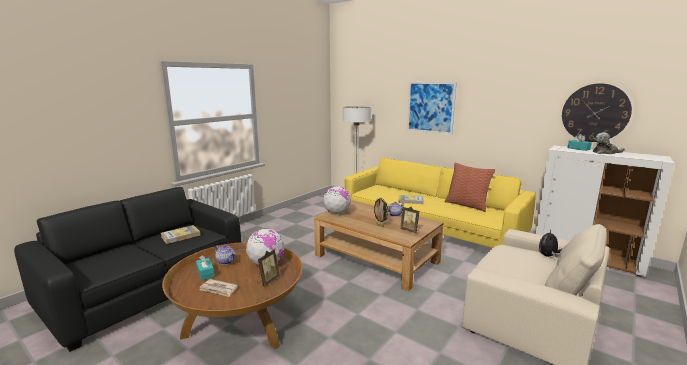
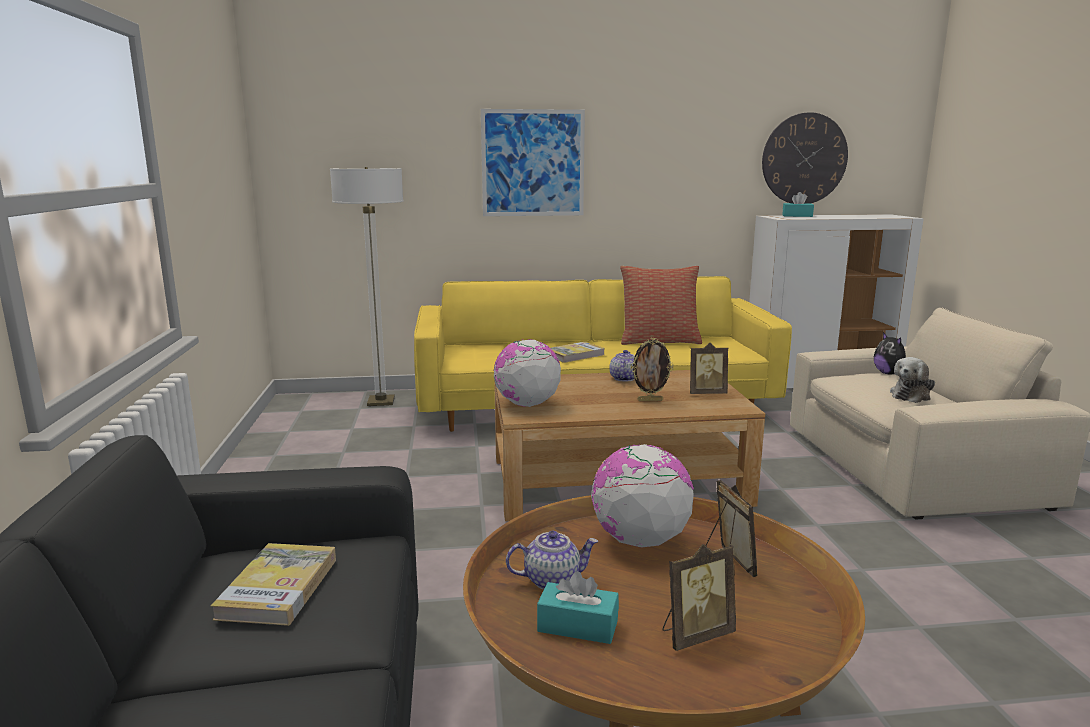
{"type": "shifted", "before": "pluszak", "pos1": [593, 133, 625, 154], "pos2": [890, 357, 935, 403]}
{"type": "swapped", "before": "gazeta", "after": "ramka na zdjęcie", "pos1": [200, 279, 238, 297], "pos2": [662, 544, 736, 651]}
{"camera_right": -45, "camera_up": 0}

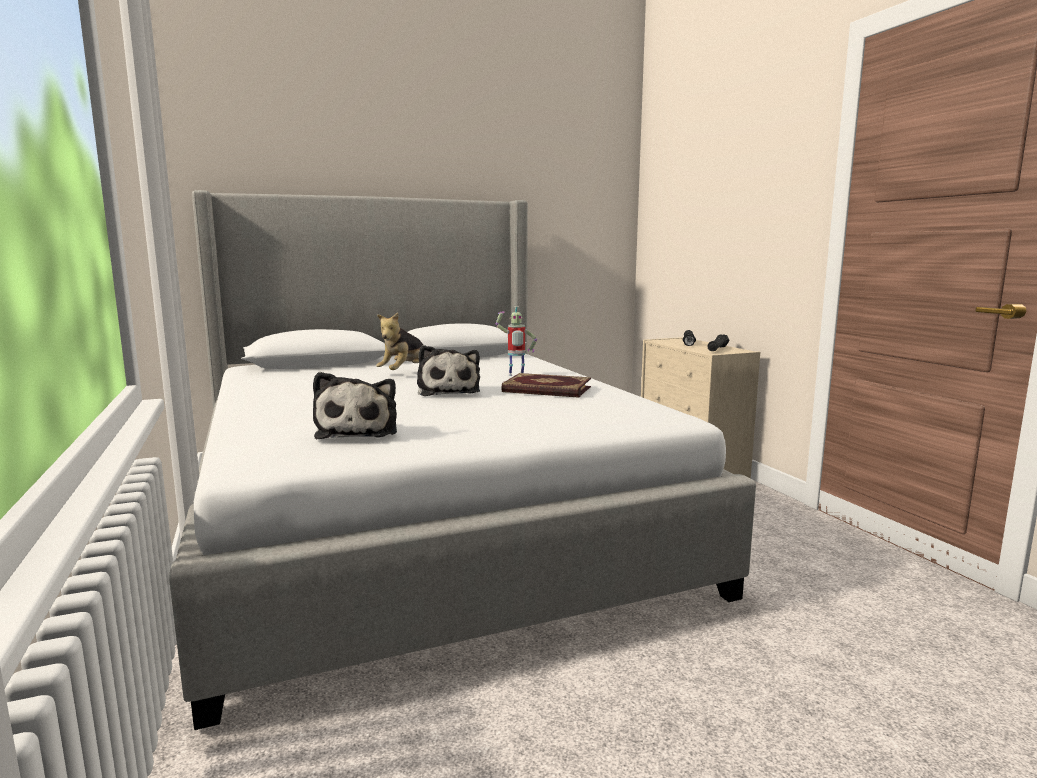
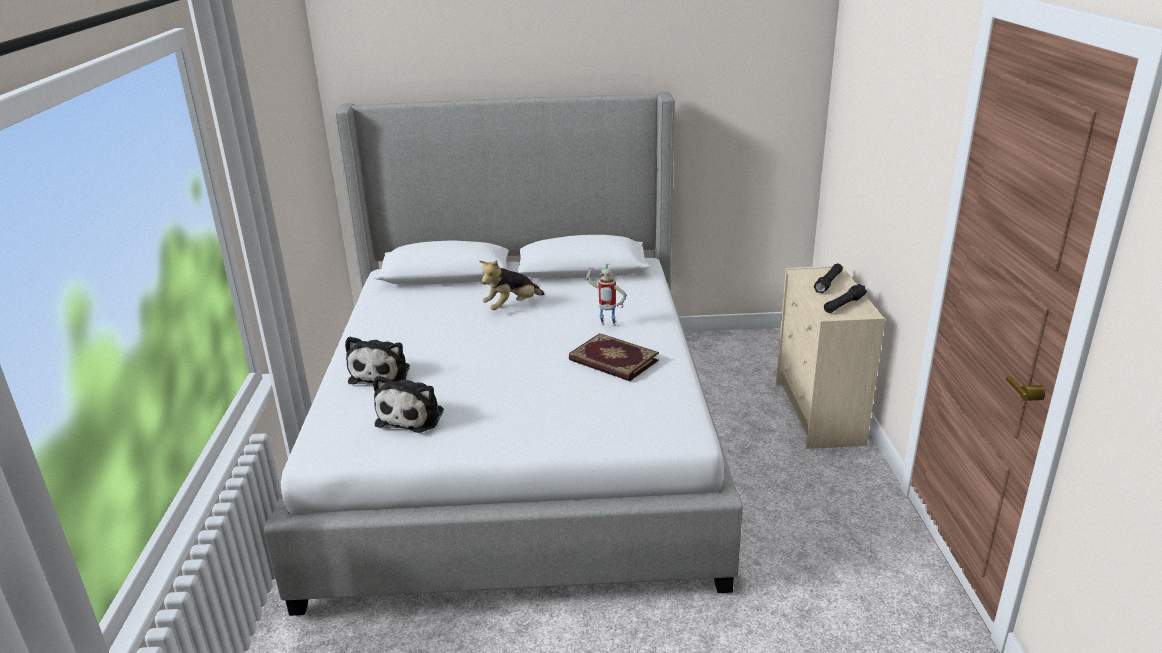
{"type": "shifted", "before": "pluszak", "pos1": [417, 345, 480, 396], "pos2": [345, 336, 410, 384]}
{"camera_right": 20, "camera_up": 15}

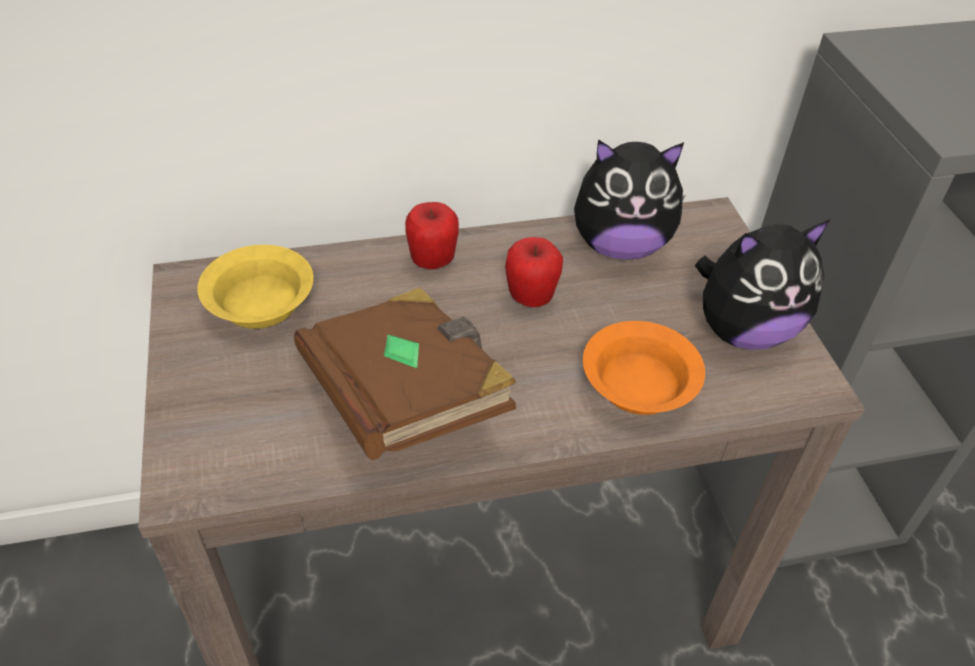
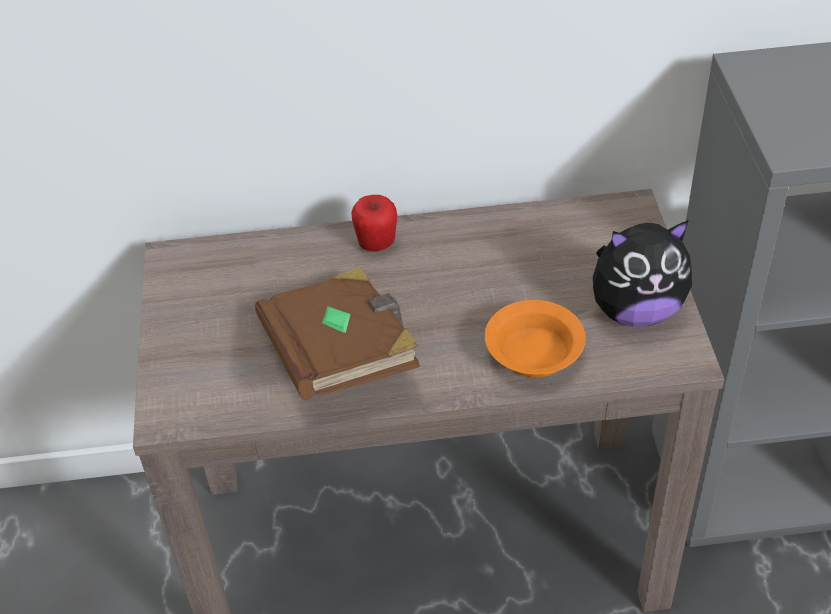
{"type": "gone", "before": "miska/żółty", "pos1": [197, 245, 314, 329]}
{"type": "gone", "before": "jabłko", "pos1": [505, 237, 563, 307]}
{"type": "gone", "before": "pluszak", "pos1": [574, 139, 685, 260]}
{"camera_right": 10, "camera_up": 0}

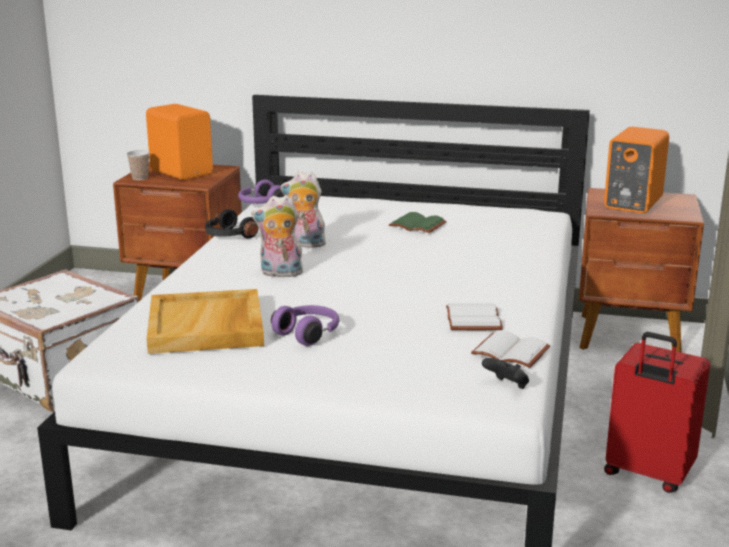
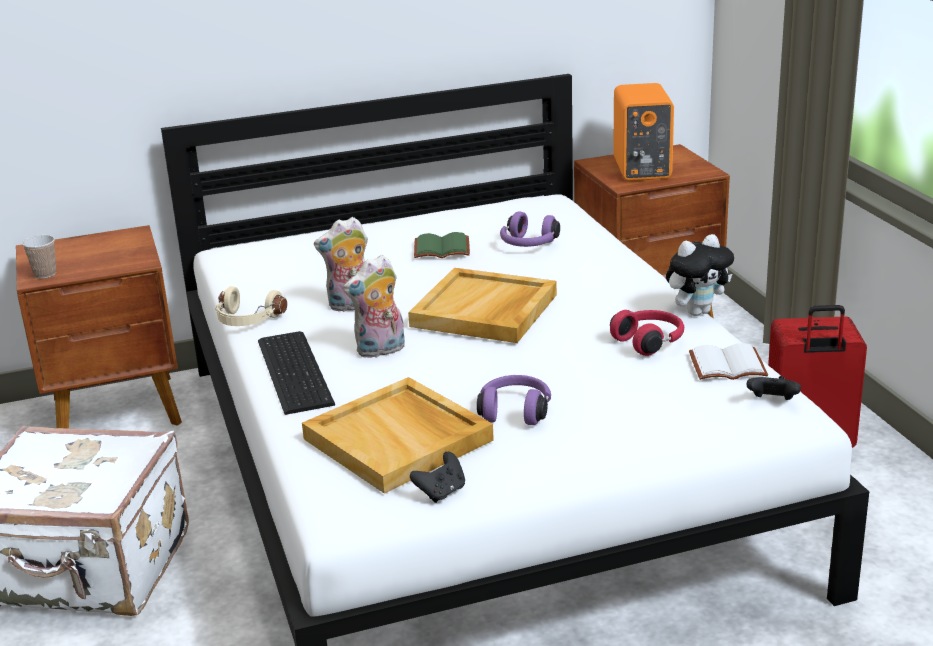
{"type": "gone", "before": "głośnik/pomarańczowy", "pos1": [146, 104, 213, 180]}
{"type": "new", "after": "klawiatura", "pos2": [258, 331, 335, 415]}
{"type": "new", "after": "taca/beżowy", "pos2": [408, 268, 557, 343]}
{"type": "new", "after": "pad do gier/czarny", "pos2": [410, 452, 465, 503]}
{"type": "new", "after": "pluszak", "pos2": [666, 234, 734, 316]}
{"type": "shifted", "before": "słuchawki/fioletowy", "pos1": [238, 180, 284, 204], "pos2": [500, 212, 560, 247]}
{"type": "swapped", "before": "książka/biały", "after": "słuchawki/czerwony", "pos1": [446, 304, 503, 330], "pos2": [610, 310, 684, 356]}
{"type": "repainted", "before": "słuchawki/czarny", "after": "słuchawki/beżowy", "pos1": [205, 209, 259, 238], "pos2": [215, 286, 287, 326]}
{"camera_right": -30, "camera_up": 5}

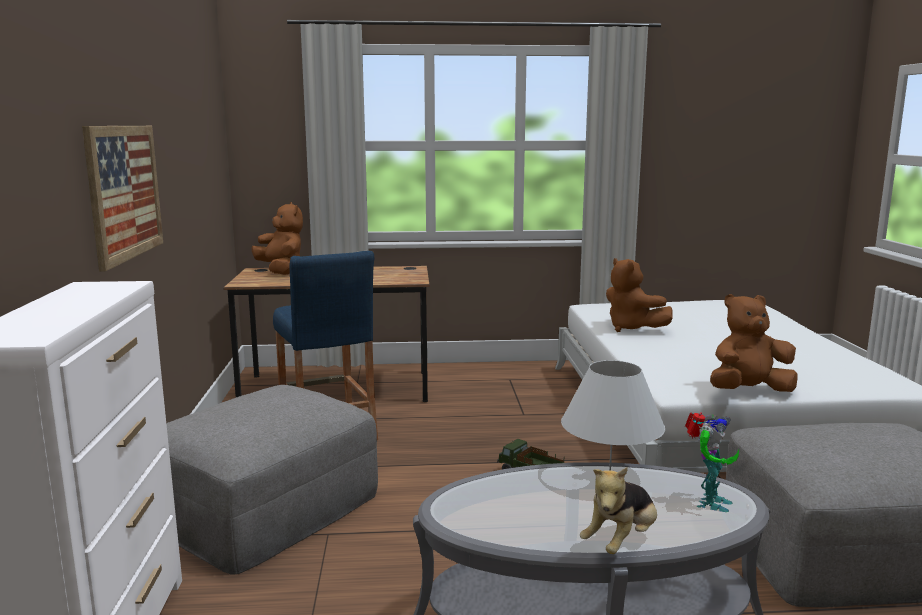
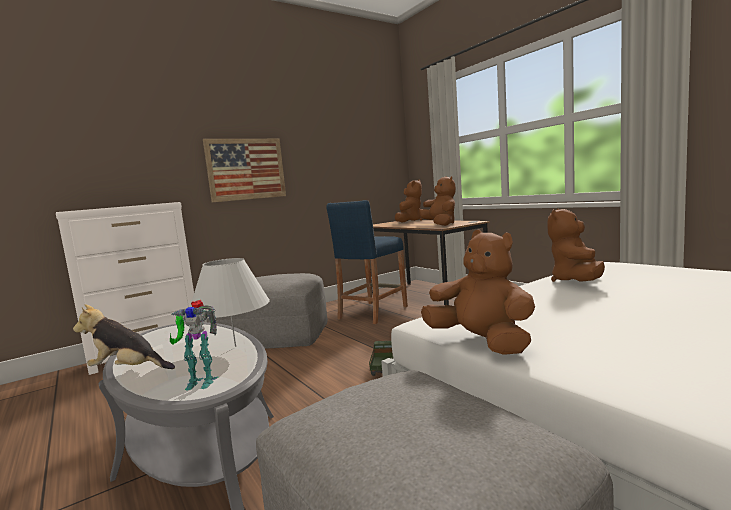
{"type": "new", "after": "pluszak/brązowy", "pos2": [419, 176, 456, 226]}
{"camera_right": 60, "camera_up": -5}

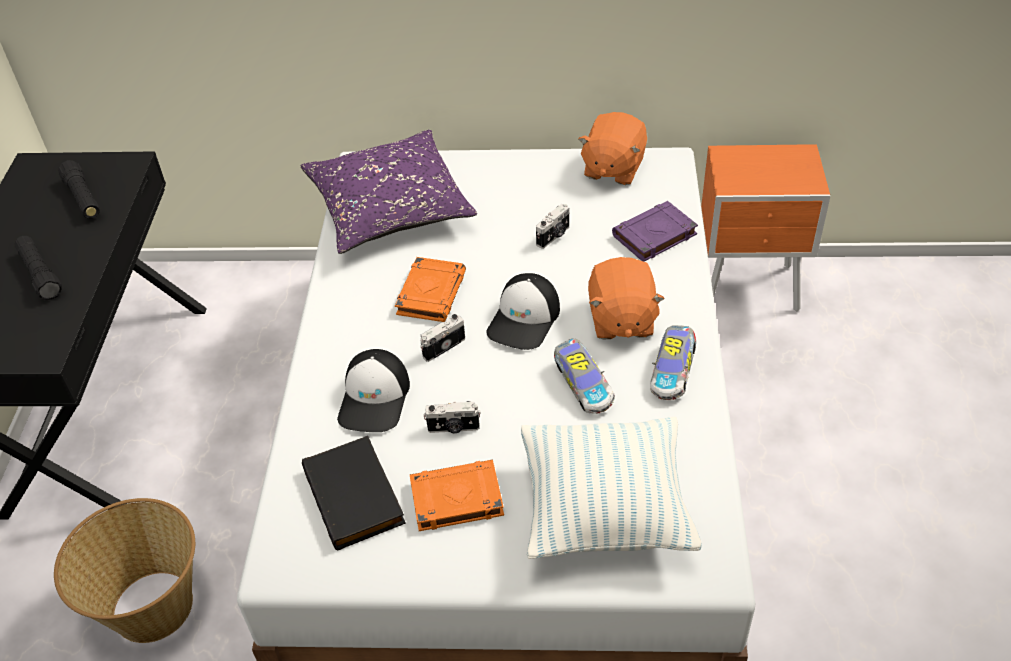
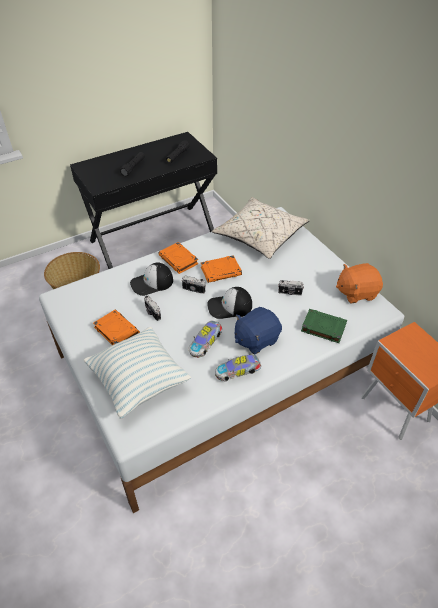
{"type": "gone", "before": "książka/czarny", "pos1": [302, 436, 406, 551]}
{"type": "new", "after": "książka/pomarańczowy", "pos2": [158, 242, 199, 274]}
{"type": "repainted", "before": "poduszka/fioletowy", "after": "poduszka/beżowy", "pos1": [300, 129, 477, 254], "pos2": [212, 197, 310, 259]}
{"type": "repainted", "before": "pluszak/pomarańczowy", "after": "pluszak/niebieski", "pos1": [588, 257, 665, 340], "pos2": [235, 307, 282, 354]}
{"type": "repainted", "before": "książka/fioletowy", "after": "książka/zielony", "pos1": [612, 201, 698, 262], "pos2": [301, 309, 347, 343]}
{"camera_right": 55, "camera_up": 0}

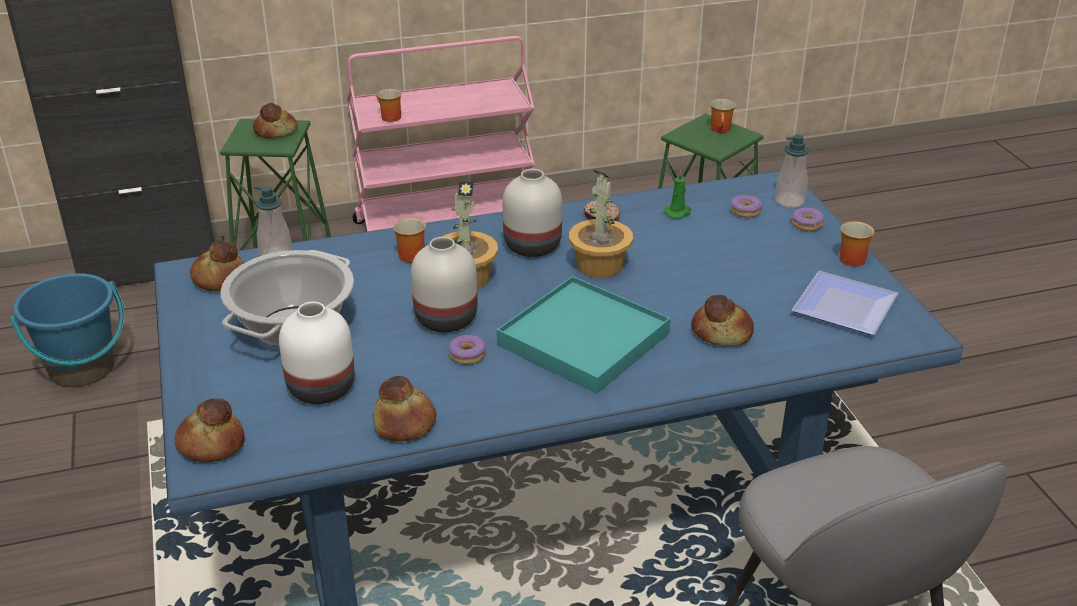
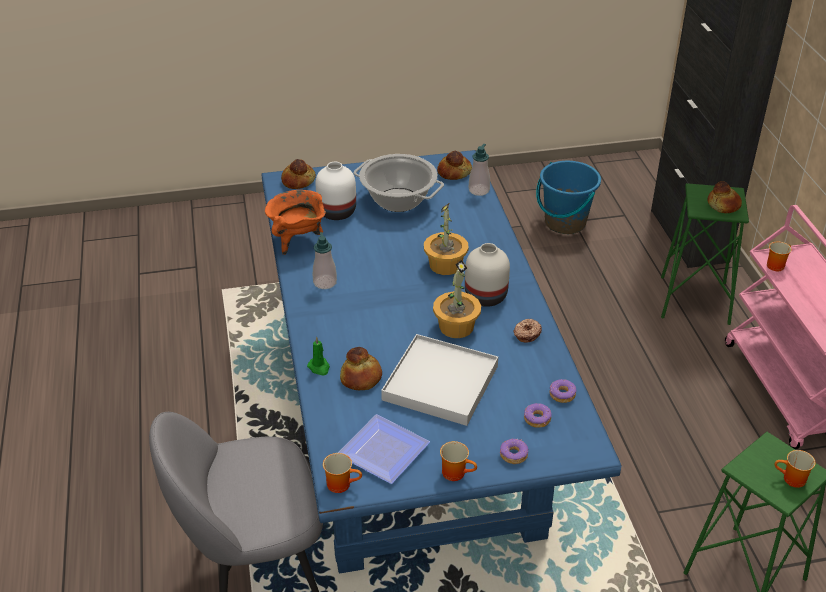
{"type": "gone", "before": "wazon/biały", "pos1": [411, 237, 478, 332]}
{"type": "gone", "before": "taca/turkusowy", "pos1": [497, 276, 671, 394]}
{"type": "new", "after": "taca/biały", "pos2": [381, 334, 498, 426]}
{"type": "shifted", "before": "kubek", "pos1": [393, 218, 426, 263], "pos2": [323, 453, 362, 493]}
{"type": "shifted", "before": "donut", "pos1": [449, 335, 486, 365], "pos2": [549, 379, 577, 403]}
{"type": "shifted", "before": "świeca/zielony", "pos1": [664, 170, 691, 219], "pos2": [307, 336, 330, 375]}
{"type": "shifted", "before": "dozownik mydła", "pos1": [775, 134, 809, 208], "pos2": [313, 232, 337, 289]}
{"type": "swapped", "before": "chleb", "after": "garnek/pomarańczowy", "pos1": [373, 376, 436, 441], "pos2": [265, 190, 326, 255]}
{"camera_right": 95, "camera_up": 5}

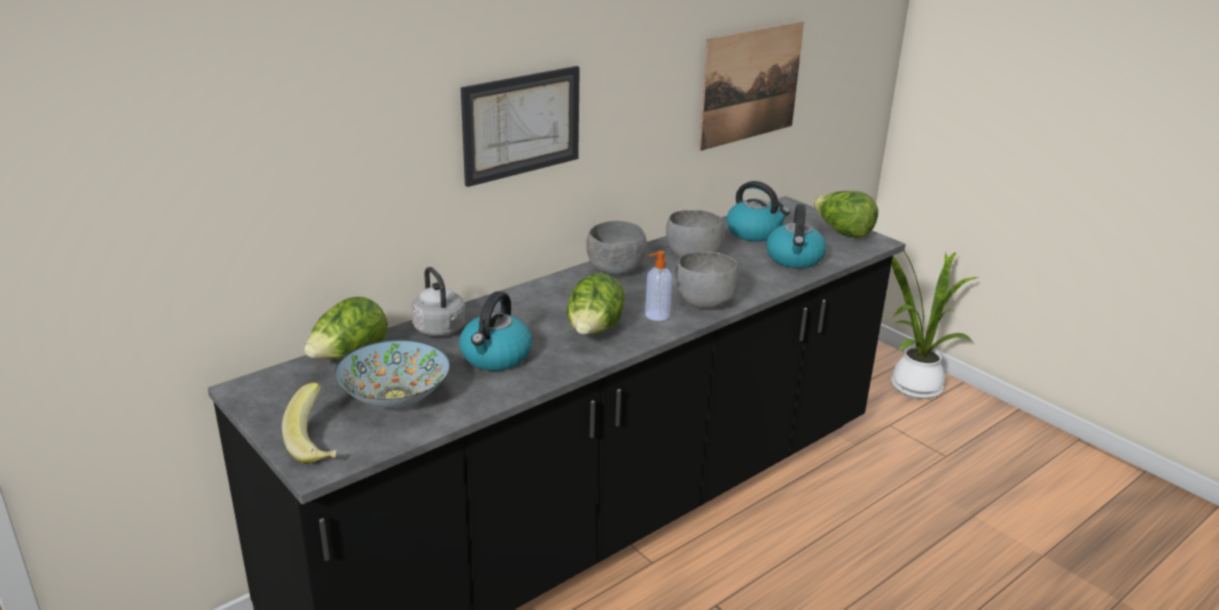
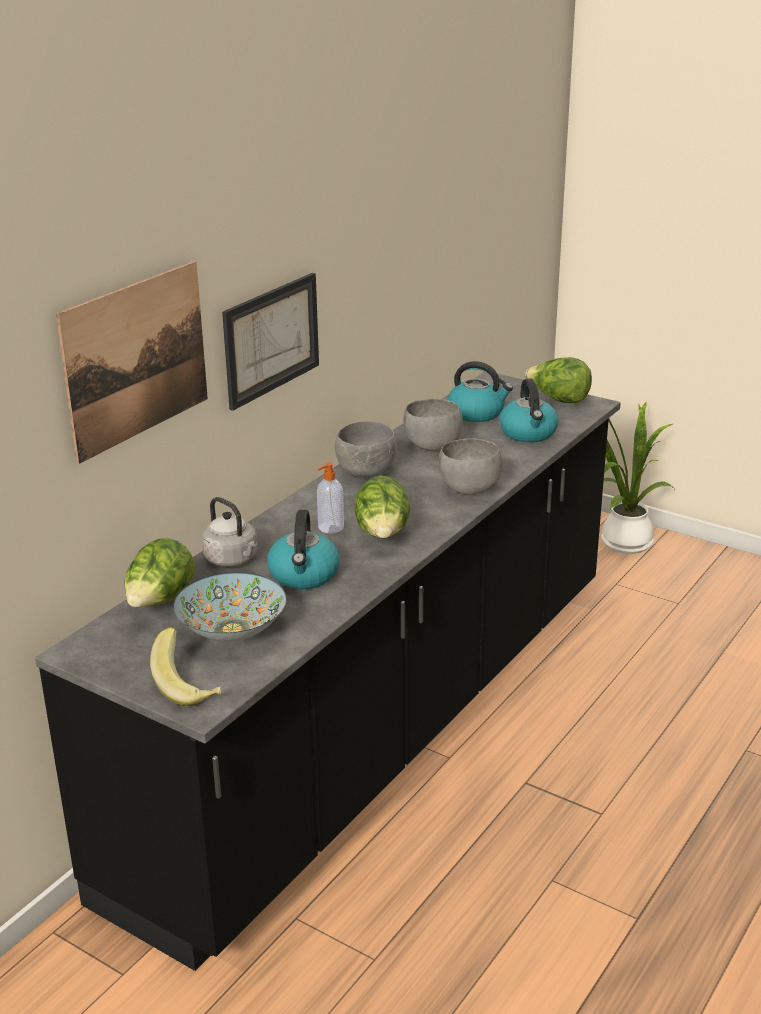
{"type": "shifted", "before": "dozownik mydła", "pos1": [645, 251, 672, 321], "pos2": [317, 462, 344, 533]}
{"type": "shifted", "before": "obraz", "pos1": [699, 21, 804, 151], "pos2": [56, 261, 208, 464]}
{"camera_right": -15, "camera_up": 0}

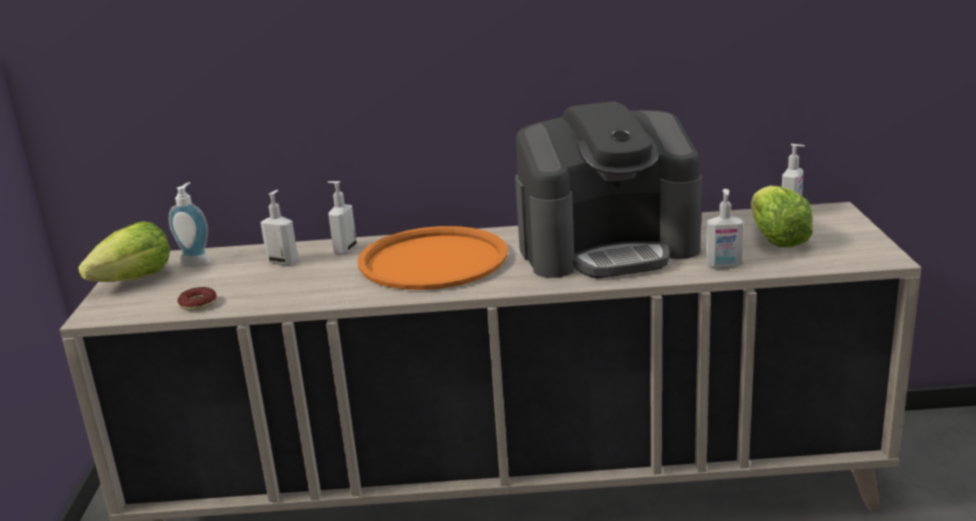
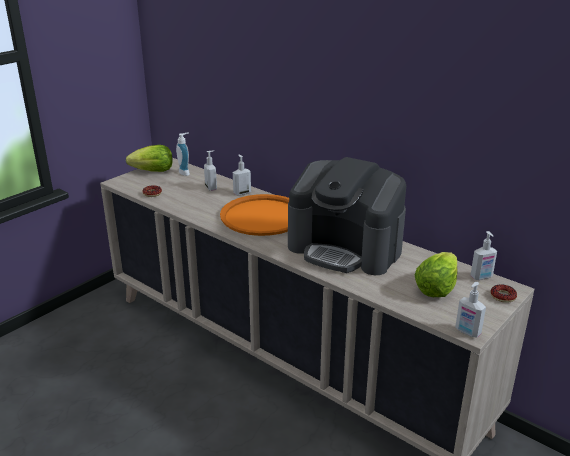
{"type": "new", "after": "donut", "pos2": [491, 284, 517, 303]}
{"type": "shifted", "before": "dozownik mydła", "pos1": [706, 189, 743, 269], "pos2": [455, 282, 486, 338]}
{"camera_right": 40, "camera_up": 5}

